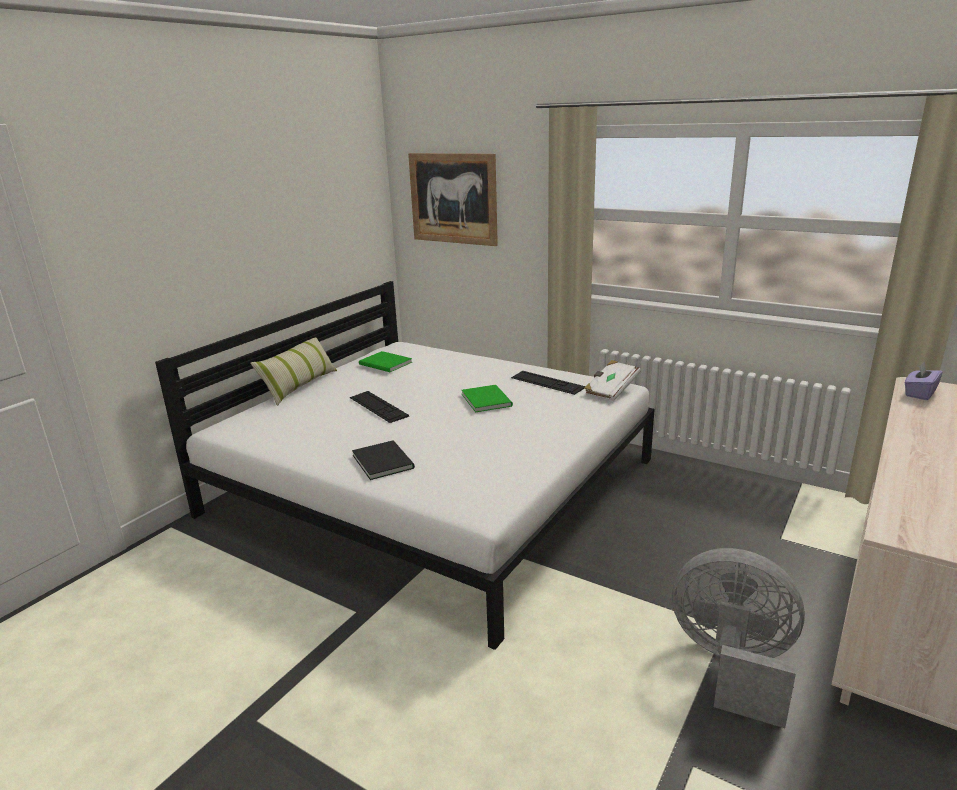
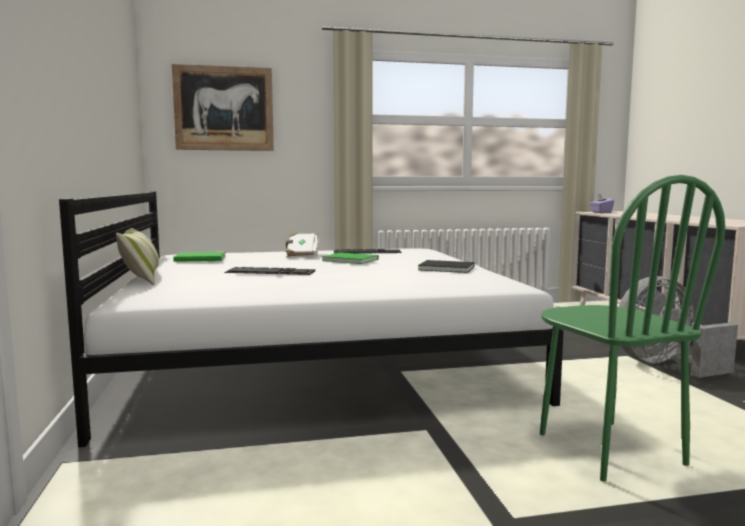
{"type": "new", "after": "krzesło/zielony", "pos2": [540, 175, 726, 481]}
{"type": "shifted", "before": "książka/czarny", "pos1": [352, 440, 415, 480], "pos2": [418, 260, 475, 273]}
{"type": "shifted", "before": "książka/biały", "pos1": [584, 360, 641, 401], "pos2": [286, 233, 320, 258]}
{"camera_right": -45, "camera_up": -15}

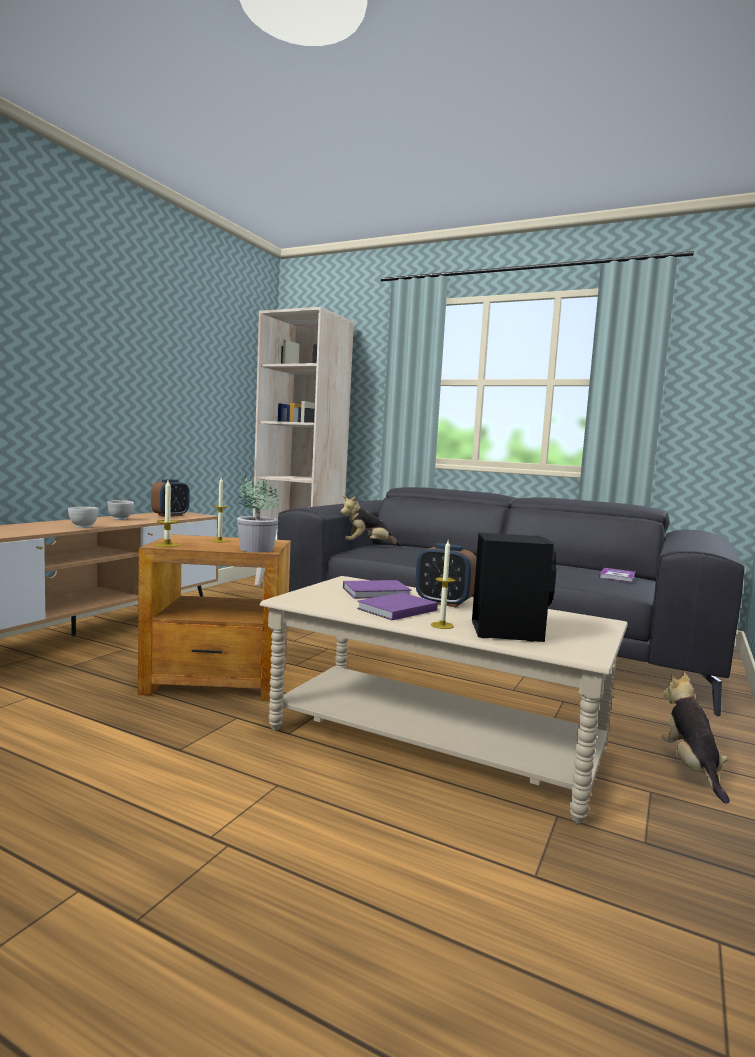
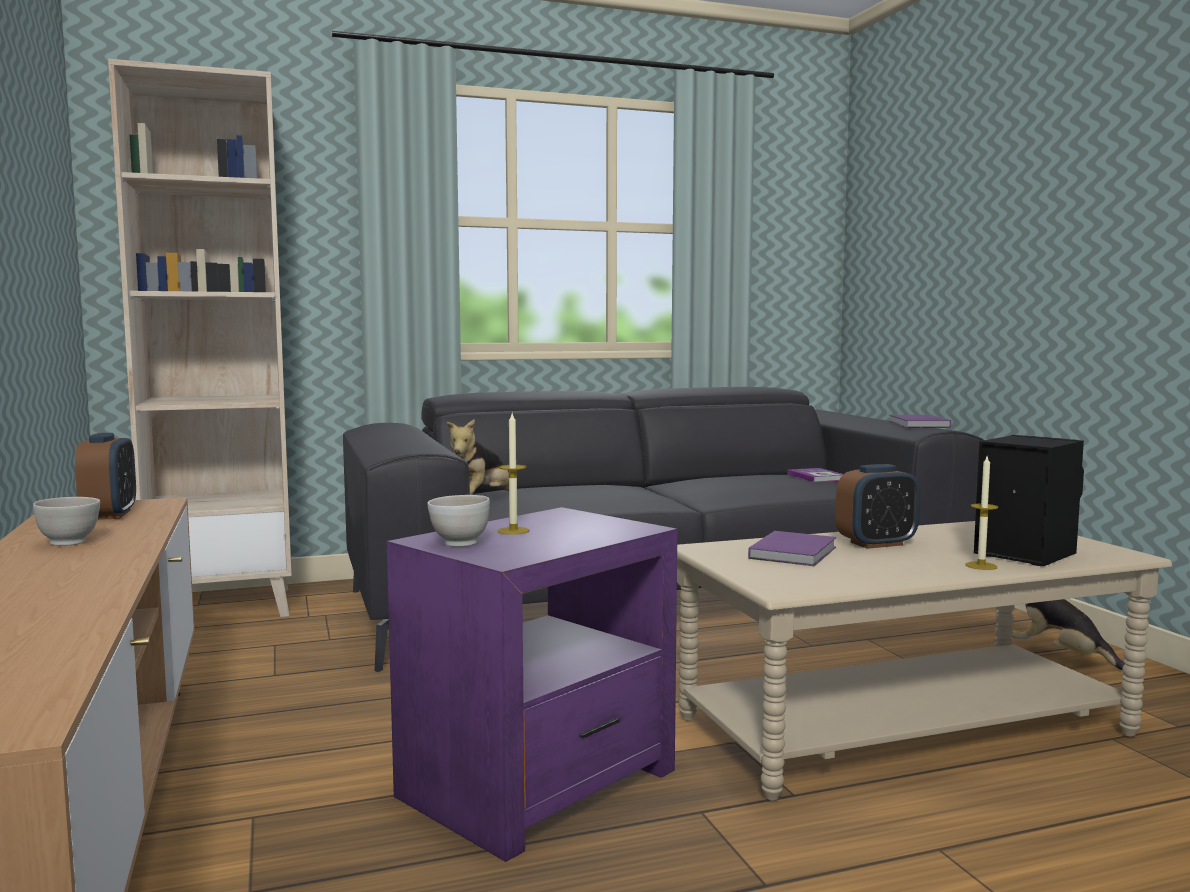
{"type": "gone", "before": "świeca", "pos1": [154, 480, 180, 547]}
{"type": "gone", "before": "roślina doniczkowa", "pos1": [237, 476, 278, 552]}
{"type": "shifted", "before": "miska/biały", "pos1": [68, 507, 99, 528], "pos2": [427, 495, 490, 547]}
{"type": "shifted", "before": "książka/fioletowy", "pos1": [357, 593, 438, 620], "pos2": [889, 415, 951, 428]}
{"type": "repainted", "before": "stolik/brązowy", "after": "stolik/fioletowy", "pos1": [138, 534, 291, 701], "pos2": [387, 507, 677, 862]}
{"camera_right": -45, "camera_up": 0}

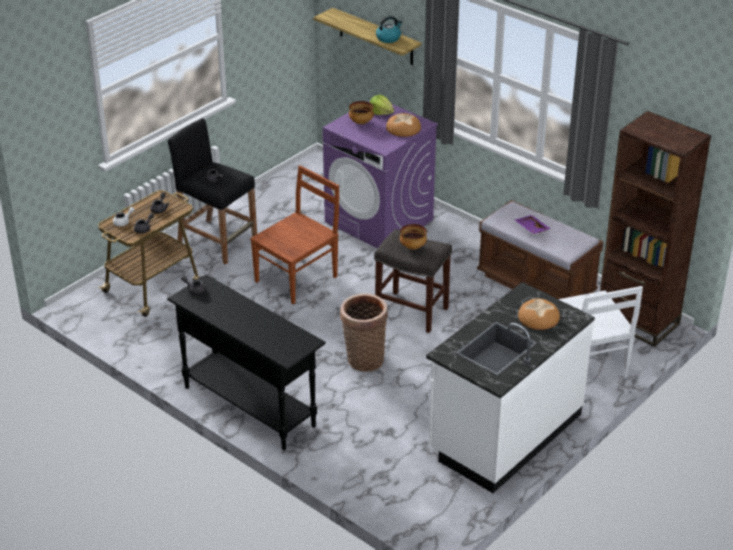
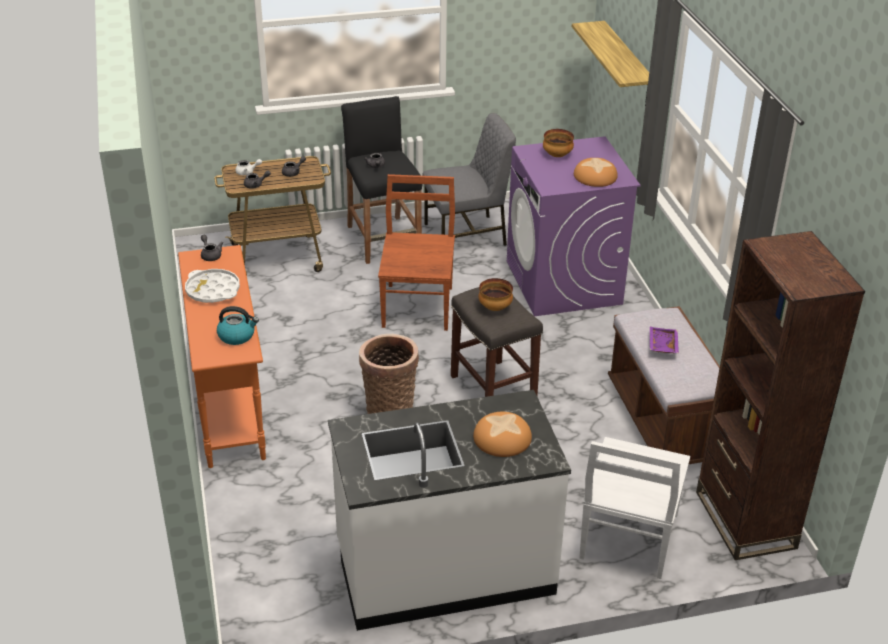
{"type": "gone", "before": "sałata", "pos1": [369, 95, 394, 115]}
{"type": "new", "after": "taca/biały", "pos2": [185, 269, 240, 303]}
{"type": "new", "after": "krzesło/szary", "pos2": [422, 113, 516, 246]}
{"type": "shifted", "before": "czajnik", "pos1": [376, 16, 402, 43], "pos2": [217, 306, 259, 345]}
{"type": "repainted", "before": "stolik konsolowy/czarny", "after": "stolik konsolowy/pomarańczowy", "pos1": [167, 275, 326, 450], "pos2": [178, 245, 266, 468]}
{"type": "rotated", "before": "krzesło/brązowy", "pos1": [250, 165, 339, 304], "pos2": [378, 174, 455, 331], "turn": -75}
{"camera_right": 35, "camera_up": 0}

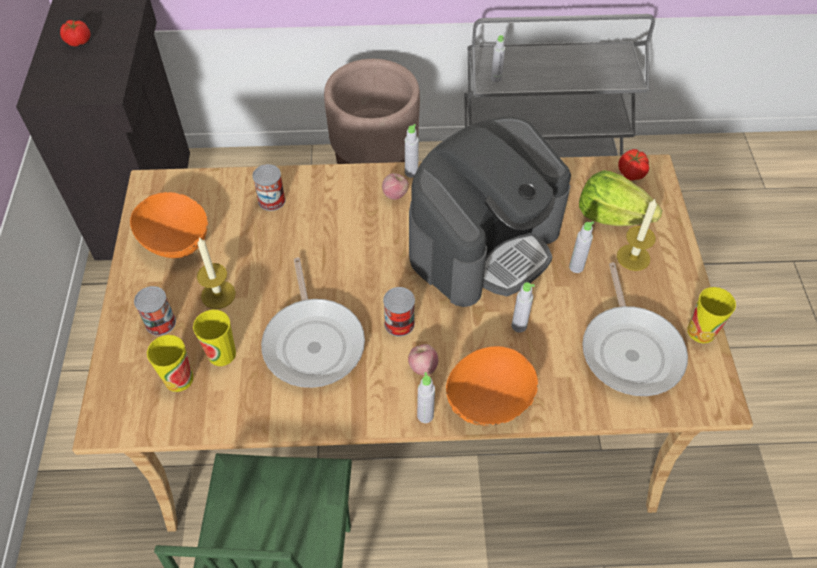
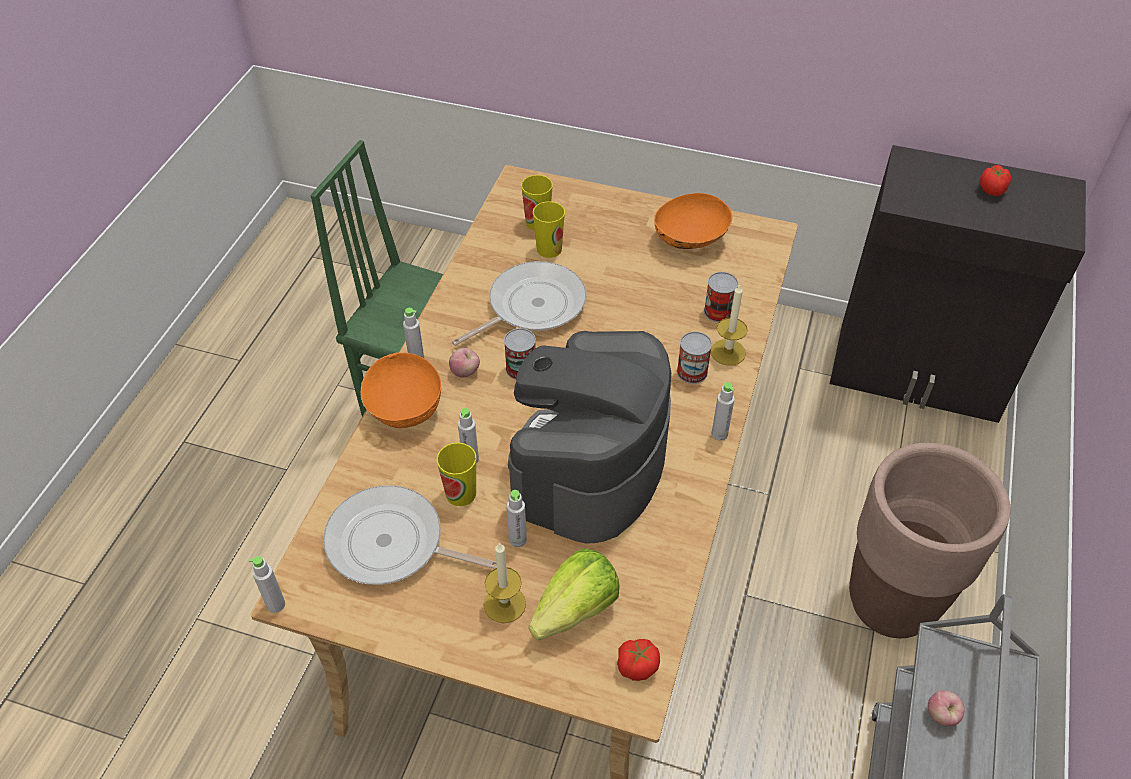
{"type": "shifted", "before": "puszka", "pos1": [134, 286, 176, 336], "pos2": [677, 332, 712, 384]}
{"type": "shifted", "before": "świeca", "pos1": [197, 237, 236, 309], "pos2": [711, 285, 748, 366]}
{"type": "shifted", "before": "jabłko", "pos1": [382, 173, 409, 200], "pos2": [928, 690, 965, 726]}
{"type": "shifted", "before": "butelka/szary", "pos1": [491, 35, 505, 82], "pos2": [249, 556, 285, 613]}
{"type": "shifted", "before": "filiżanka", "pos1": [687, 287, 736, 343], "pos2": [437, 443, 476, 506]}
{"type": "rotated", "before": "patelnia", "pos1": [261, 258, 365, 388], "pos2": [452, 261, 586, 346], "turn": 135}
{"type": "rotated", "before": "ekspres do kawy", "pos1": [409, 117, 571, 307], "pos2": [508, 331, 671, 544], "turn": 45}
{"camera_right": 110, "camera_up": -5}

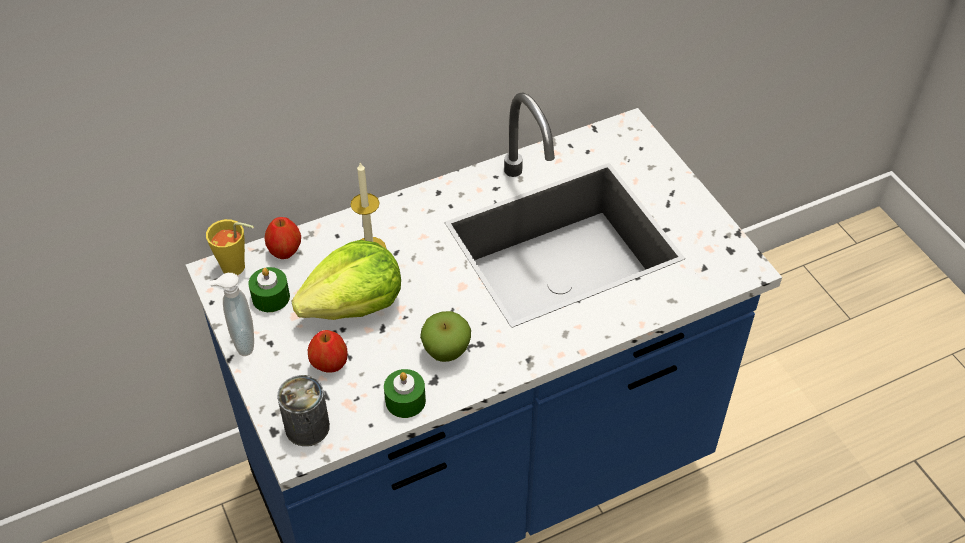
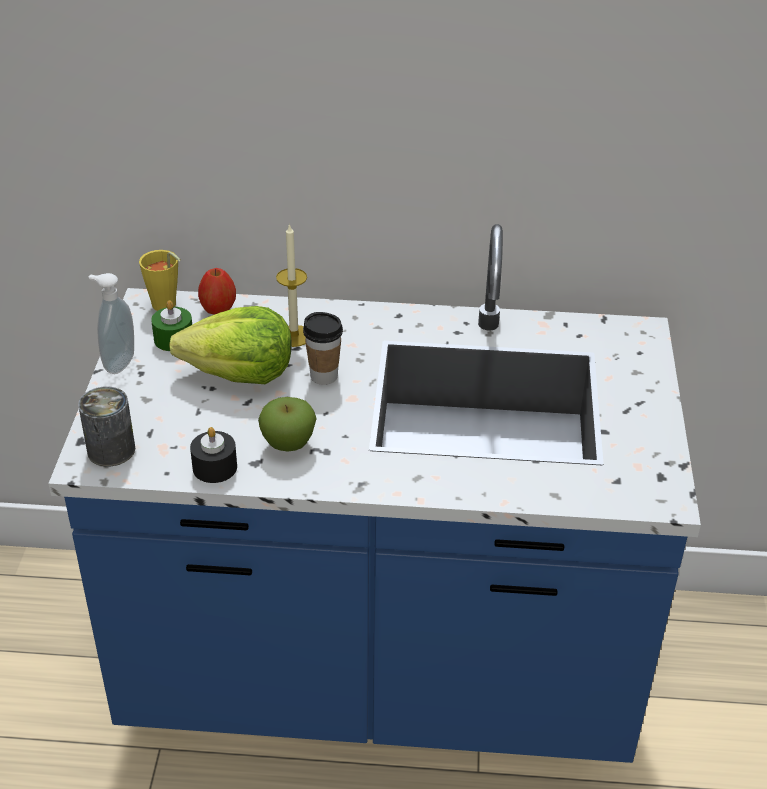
{"type": "gone", "before": "jabłko", "pos1": [308, 330, 348, 373]}
{"type": "new", "after": "filiżanka", "pos2": [303, 312, 343, 385]}
{"type": "repainted", "before": "świeca/zielony", "after": "świeca/czarny", "pos1": [384, 369, 426, 418], "pos2": [190, 427, 237, 483]}
{"camera_right": 30, "camera_up": -10}

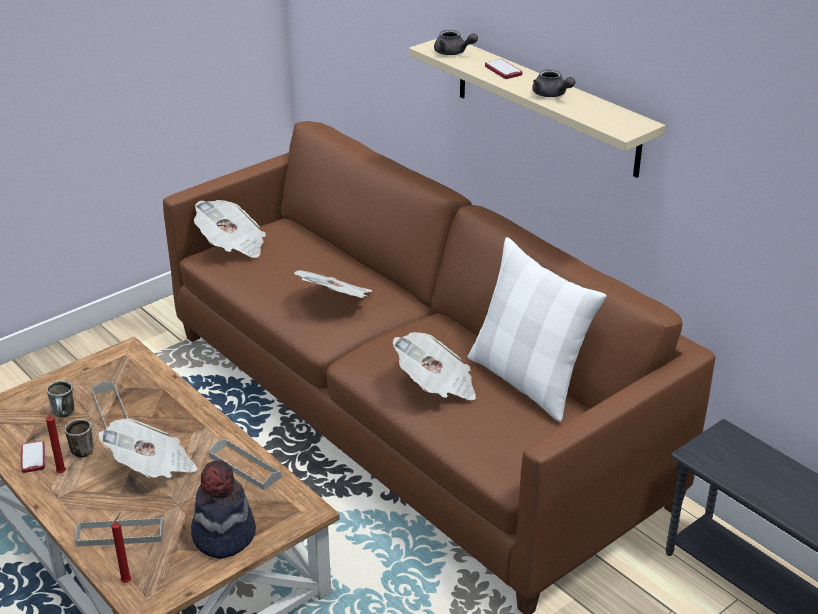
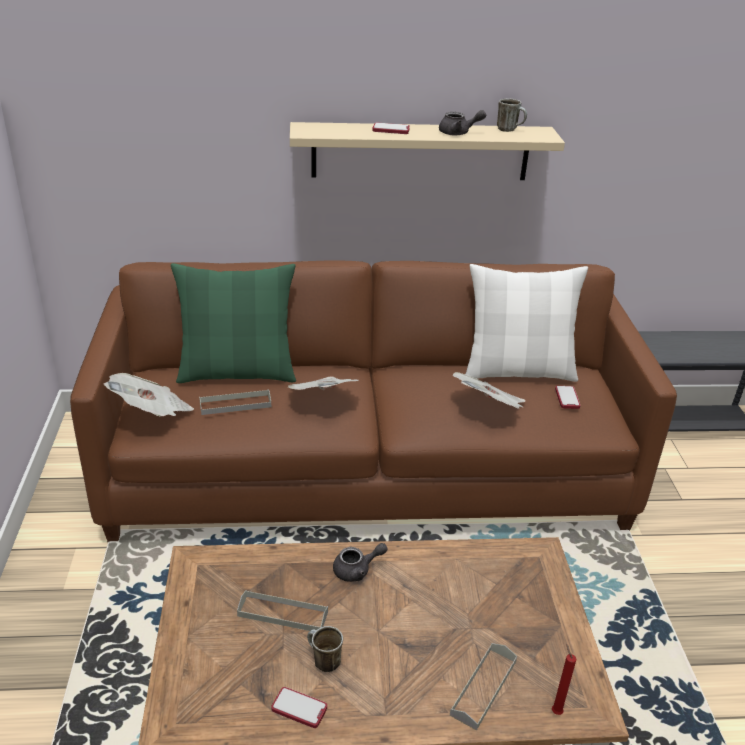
{"type": "gone", "before": "świeca/czerwony", "pos1": [46, 407, 66, 473]}
{"type": "gone", "before": "gazeta", "pos1": [98, 418, 198, 478]}
{"type": "gone", "before": "kapelusz", "pos1": [191, 460, 256, 559]}
{"type": "new", "after": "poduszka/zielony", "pos2": [171, 263, 296, 383]}
{"type": "new", "after": "telefon", "pos2": [555, 386, 581, 409]}
{"type": "shifted", "before": "kubek", "pos1": [47, 381, 74, 417], "pos2": [497, 99, 527, 132]}
{"type": "shifted", "before": "taca/szary", "pos1": [209, 439, 282, 490], "pos2": [199, 390, 271, 415]}
{"type": "shifted", "before": "imbryk/szary", "pos1": [434, 30, 478, 55], "pos2": [333, 543, 388, 582]}
{"camera_right": -55, "camera_up": 0}

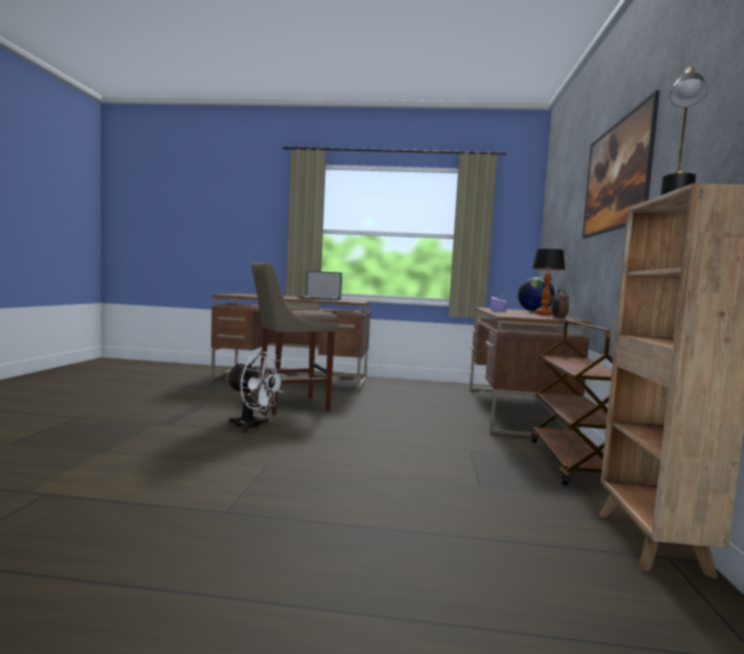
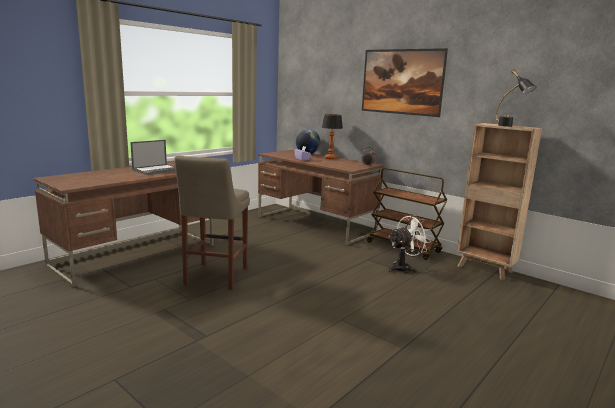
{"type": "shifted", "before": "wentylator/biały", "pos1": [226, 351, 286, 433], "pos2": [388, 215, 430, 273]}
{"camera_right": -55, "camera_up": 10}

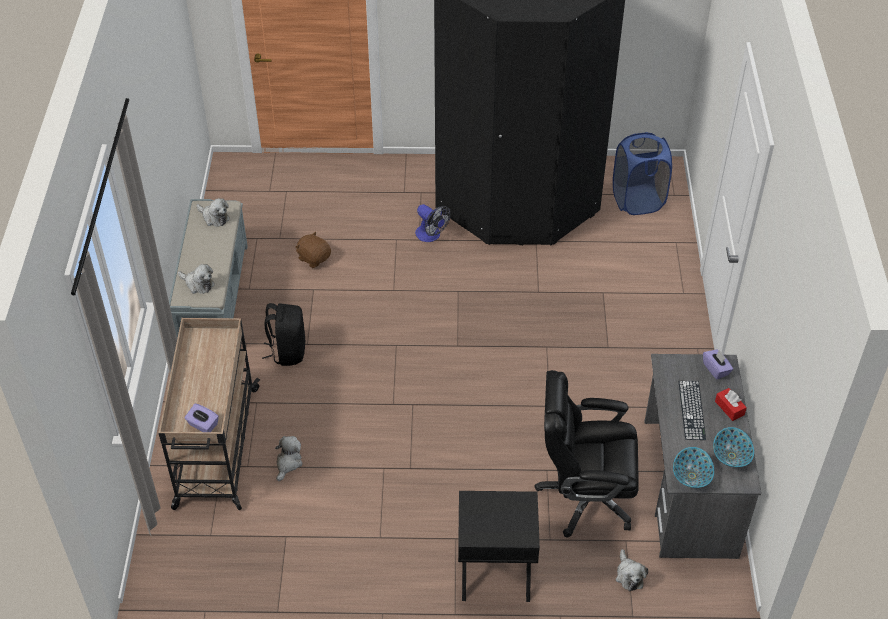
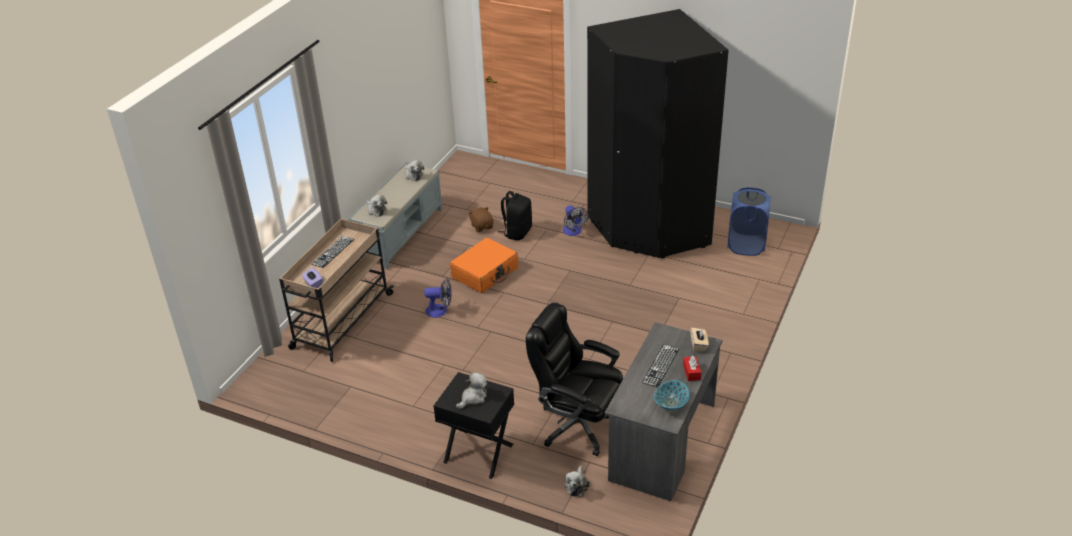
{"type": "gone", "before": "miska", "pos1": [673, 447, 714, 488]}
{"type": "new", "after": "klawiatura", "pos2": [311, 236, 354, 268]}
{"type": "new", "after": "wentylator", "pos2": [424, 278, 452, 318]}
{"type": "new", "after": "walizka/pomarańczowy", "pos2": [450, 238, 518, 293]}
{"type": "shifted", "before": "plecak/czarny", "pos1": [262, 303, 305, 366], "pos2": [498, 191, 532, 240]}
{"type": "shifted", "before": "pluszak", "pos1": [275, 436, 303, 481], "pos2": [456, 372, 487, 409]}
{"type": "repainted", "before": "pudełko chusteczek/fioletowy", "after": "pudełko chusteczek/beżowy", "pos1": [703, 350, 733, 380], "pos2": [690, 328, 709, 351]}
{"camera_right": 25, "camera_up": -10}

